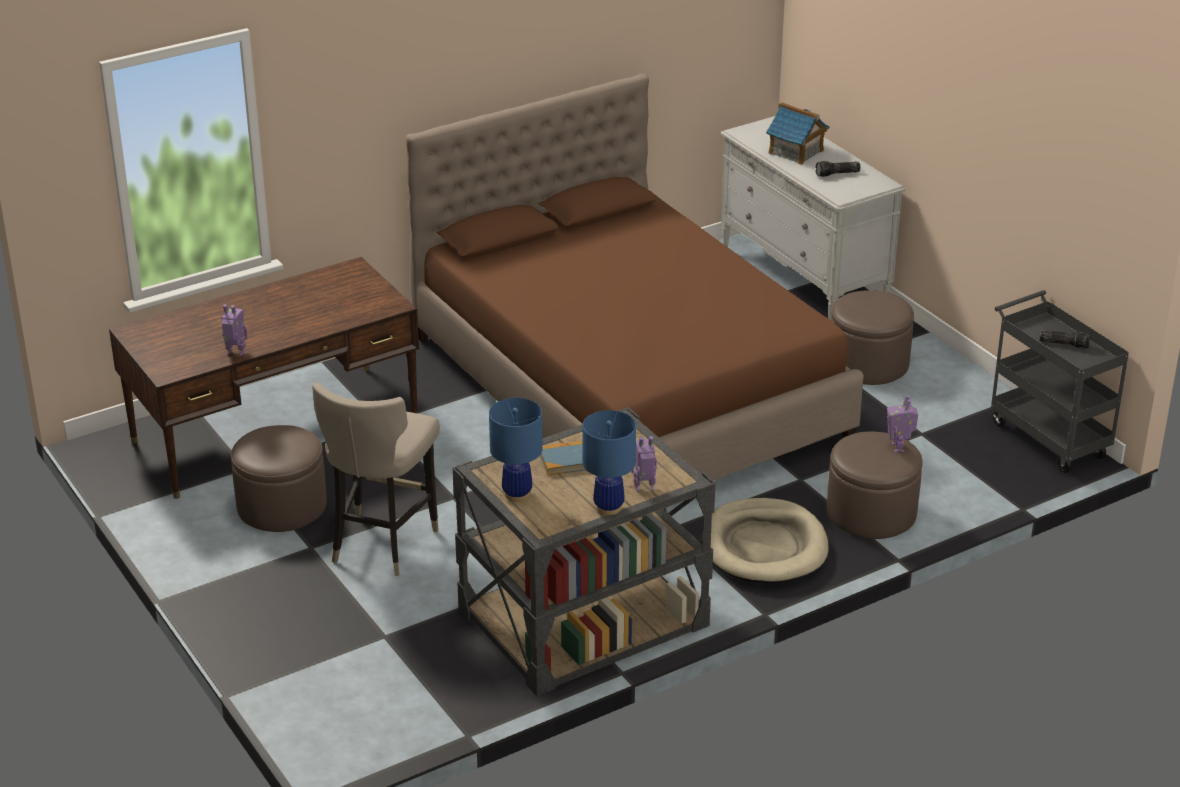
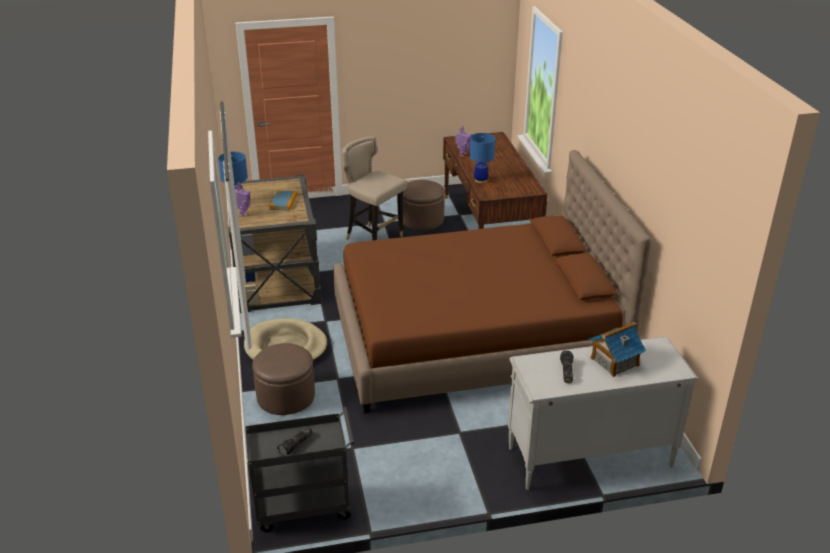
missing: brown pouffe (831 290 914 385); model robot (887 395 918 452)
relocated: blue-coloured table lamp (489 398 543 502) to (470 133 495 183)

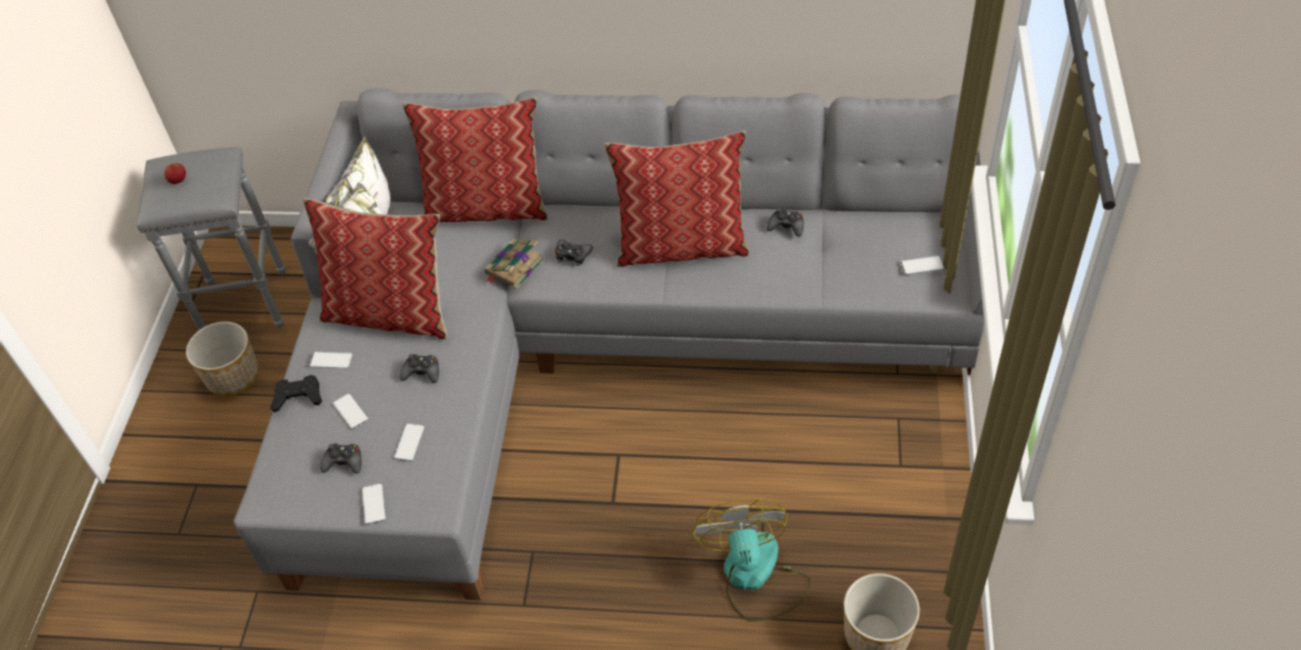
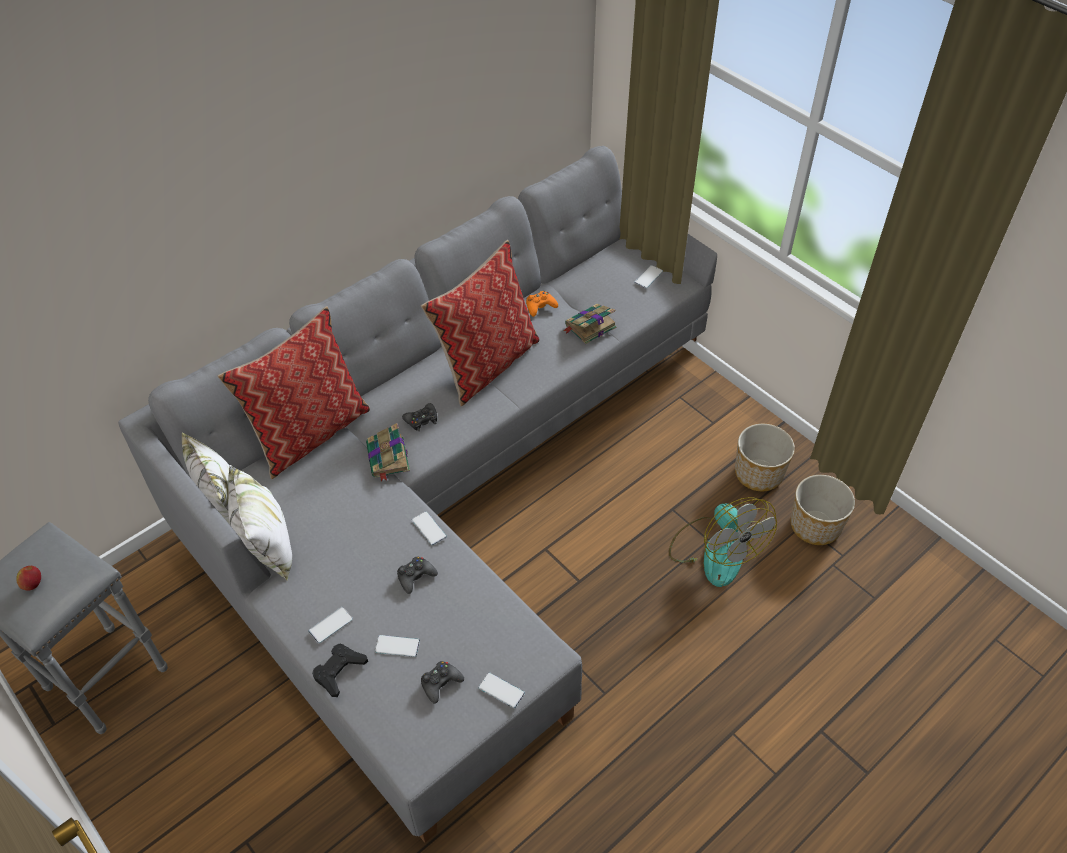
missing: cushion (303 198 448 340)
appeared: bound book (563 304 616 344)
relocated: handset (394 423 425 461) to (412 511 447 546); plant pot (186 322 259 396) to (735 424 795 491)
colour: black game controller (767 208 804 237) to orange-coloured game controller (526 291 558 317)
spun: cooling fan (692 498 813 622) = (669 497 777 587) 150 degrees counterclockwise

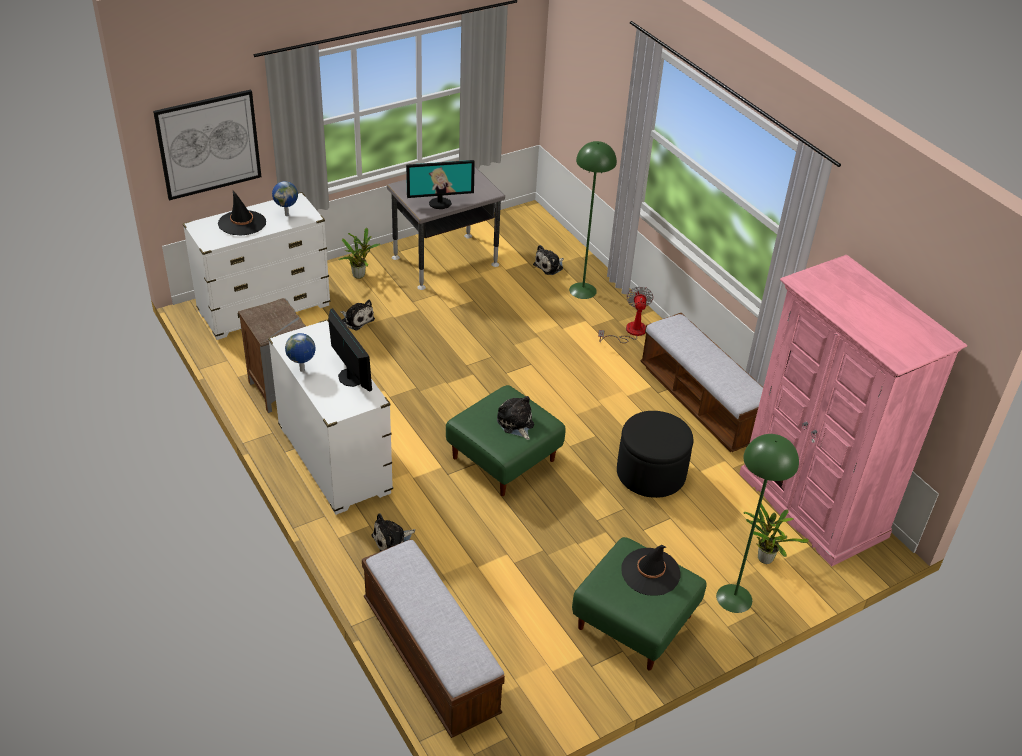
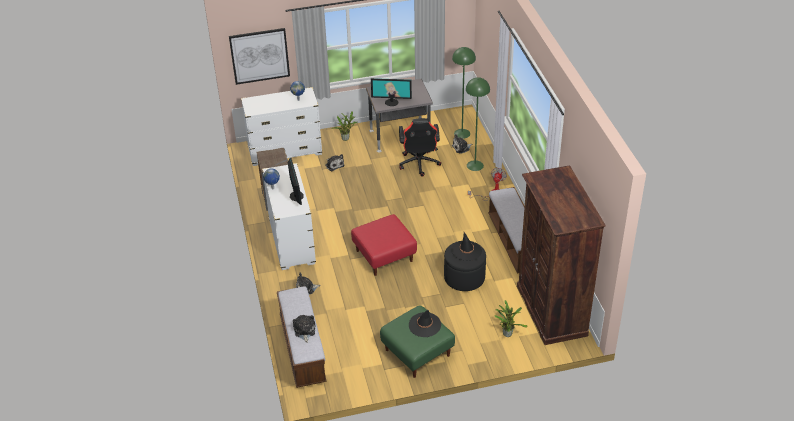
appeared: black computer chair (399 118 441 177)
relocated: cuddly toy (497 396 534 440) to (293 315 316 343); black wearable hat (218 191 266 236) to (451 232 482 261); green standing lamp (716 434 799 613) to (452 47 476 139)
colour: green pouffe (446 385 566 496) to red-coloured pouffe (351 214 417 276); pink-coloured wardrobe (739 255 967 567) to brown wardrobe (517 165 606 345)

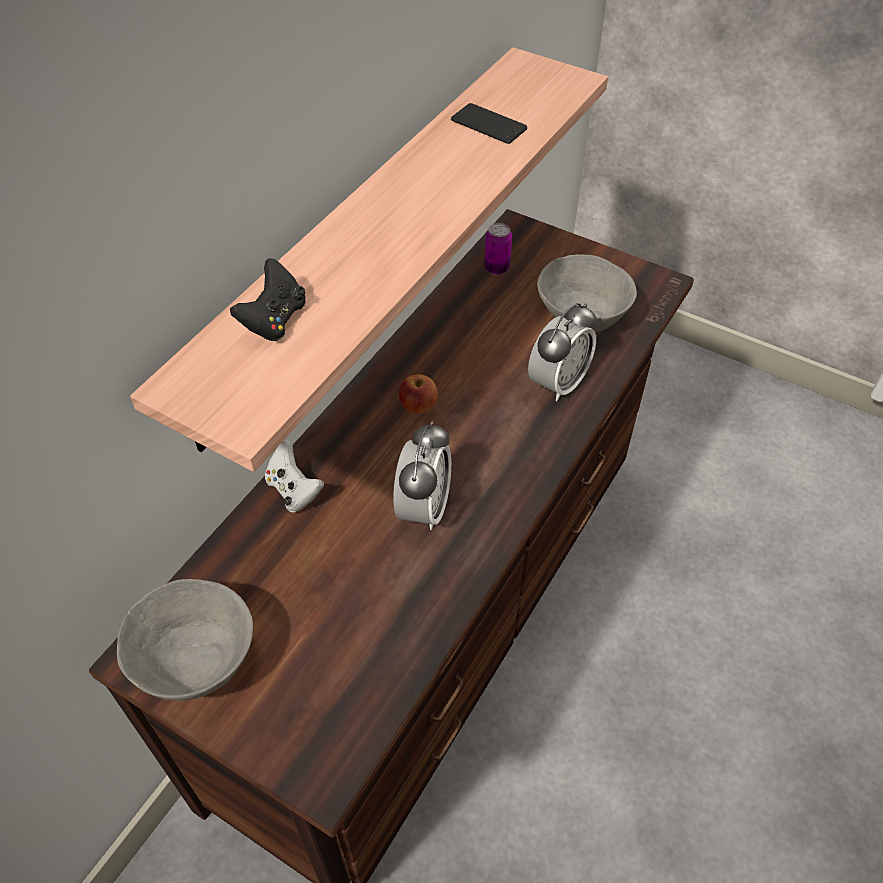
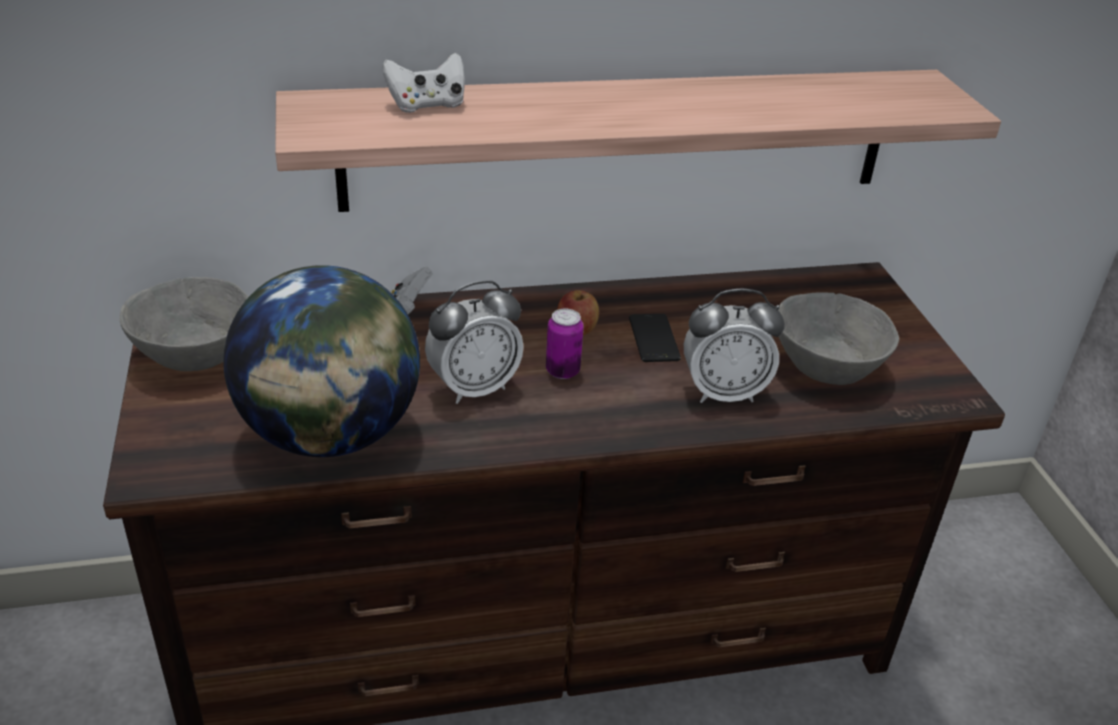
appeared: desk globe (223 265 420 457)
relocated: metal can (484 223 512 275) to (546 309 584 379); handset (451 103 527 144) to (629 314 681 362)
colour: black game controller (230 258 306 341) to whitish game controller (382 53 465 113)

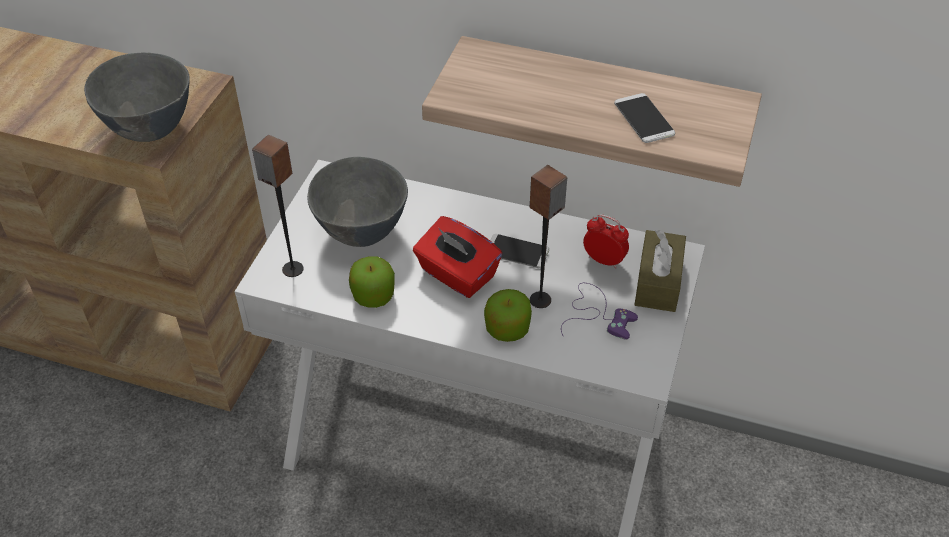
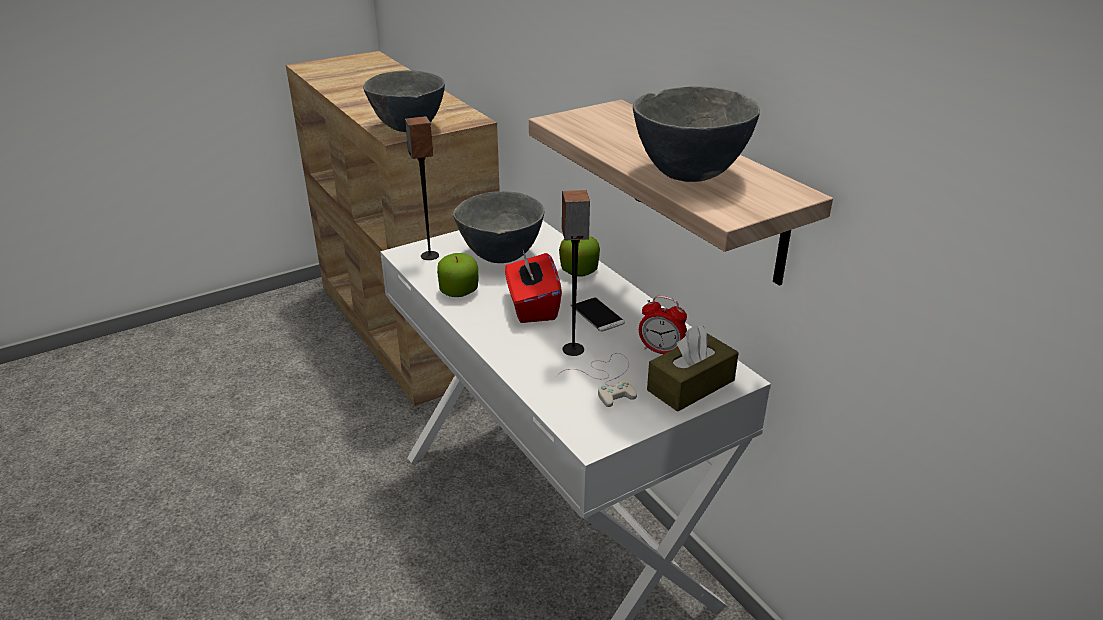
relocated: apple (484 289 532 342) to (559 236 600 277)
exchanged: handset (614 93 675 143) to gray serving bowl (633 86 760 182)
colour: purple game controller (561 283 638 340) to whitish game controller (556 353 637 407)
spun: bedside clock (583 214 629 269) = (639 296 687 354) 135 degrees clockwise

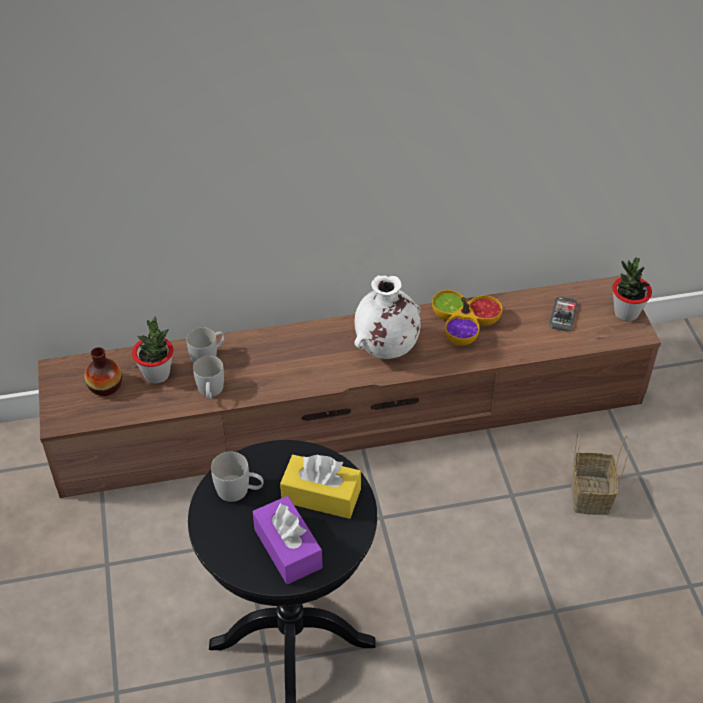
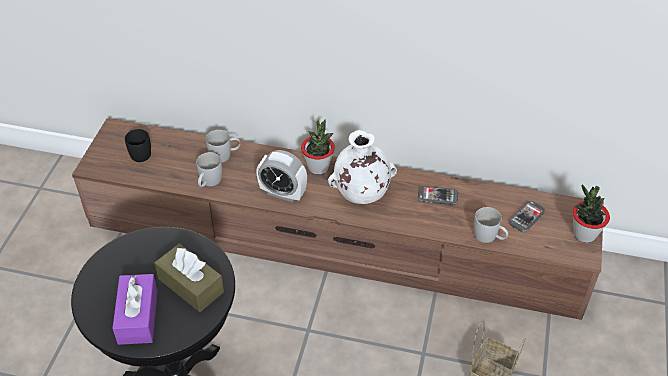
appeared: bedside clock (256 150 307 202)
relocated: potted plant (132 317 173 384) to (301 120 335 174); whitish coffee mug (211 452 264 502) to (474 207 508 243)
exchanged: vase (85 347 122 396) to black coffee mug (125 129 151 162); serving bowl (432 290 502 346) to handset (418 186 458 205)
colour: yellowish box of tissues (280 455 361 519) to brown box of tissues (155 244 224 312)

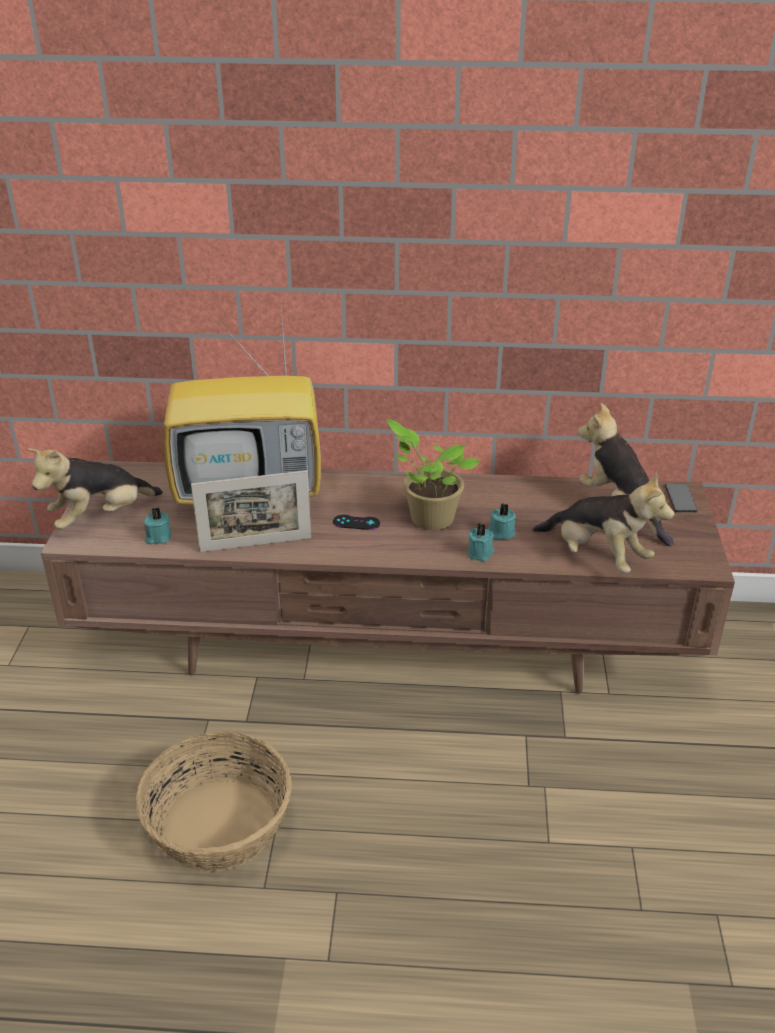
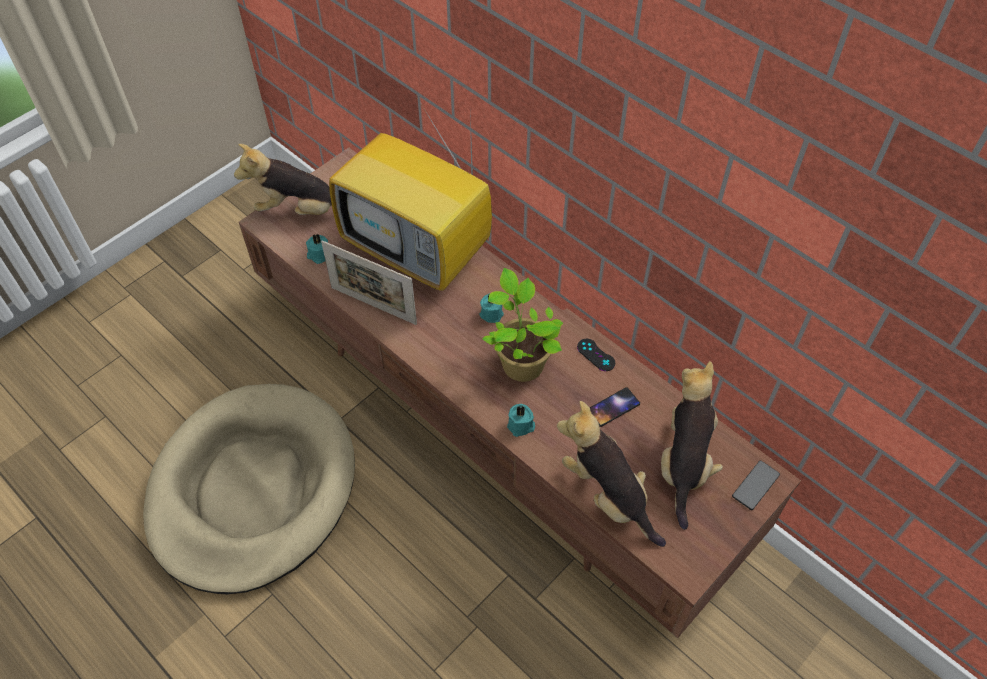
appeared: handset (590 387 640 427)
relocated: turquoise-coloured wax light (487 503 516 539) to (479 293 504 323); black game controller (333 515 380 530) to (577 339 615 371)
exchanged: storage basket (136 731 292 872) to beige-coloured pet bed (143 384 355 594)
spun: cuddly toy (532 472 674 573) = (557 401 666 547) 150 degrees clockwise

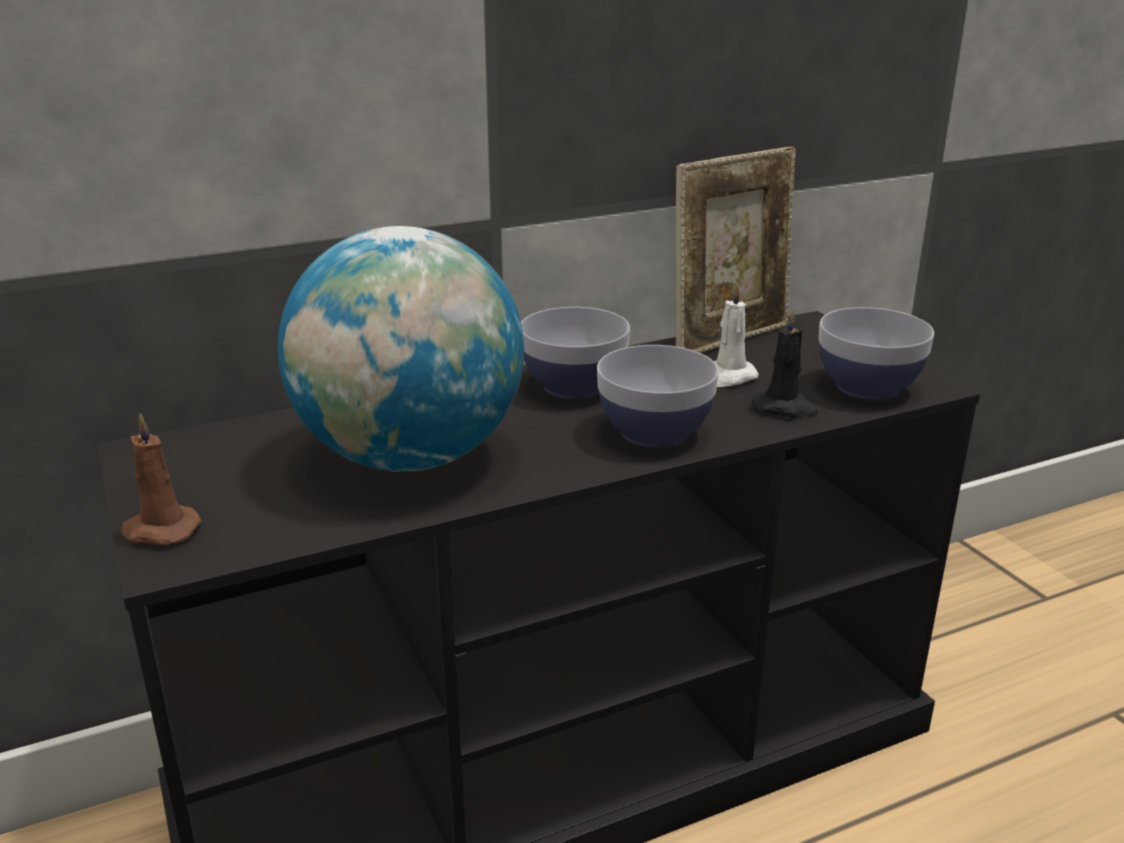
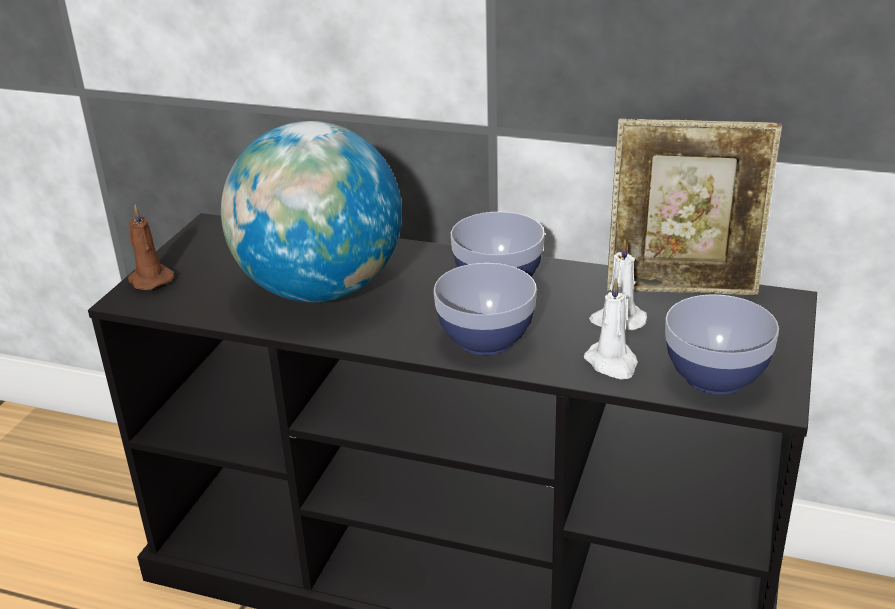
colour: black wax light (752 308 818 417) to whitish wax light (584 278 638 380)

